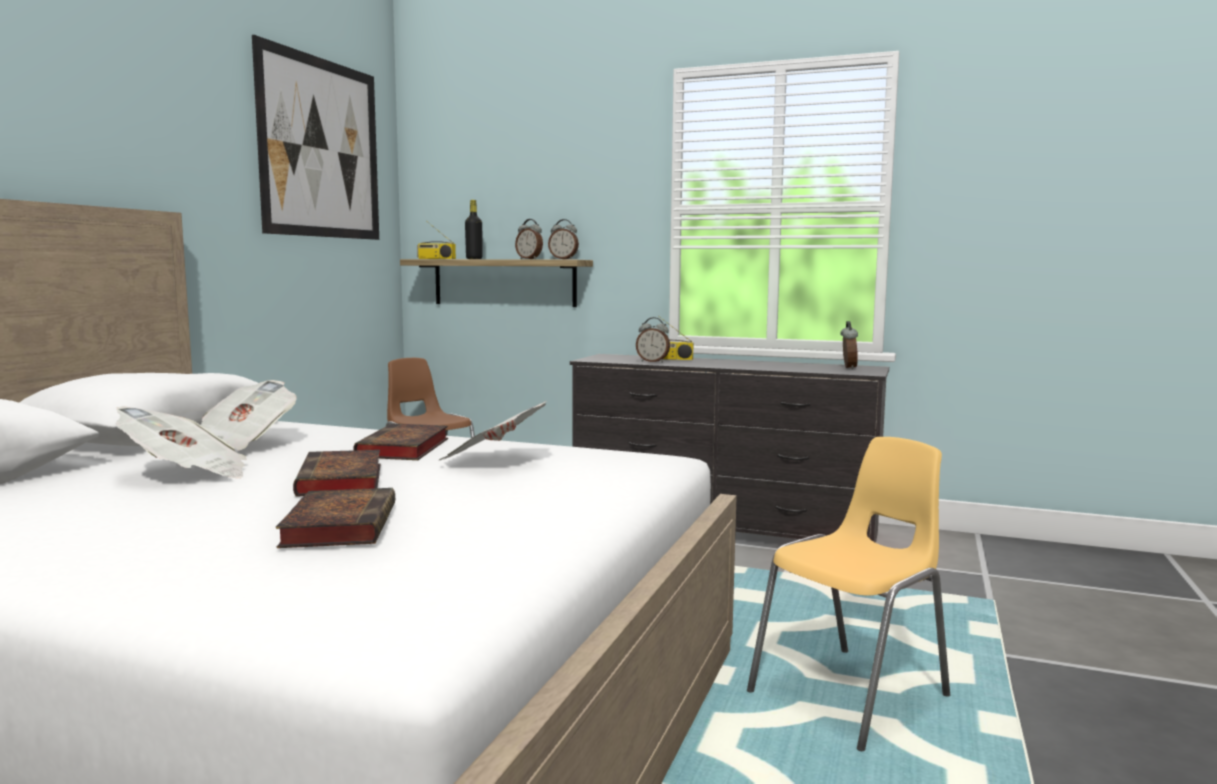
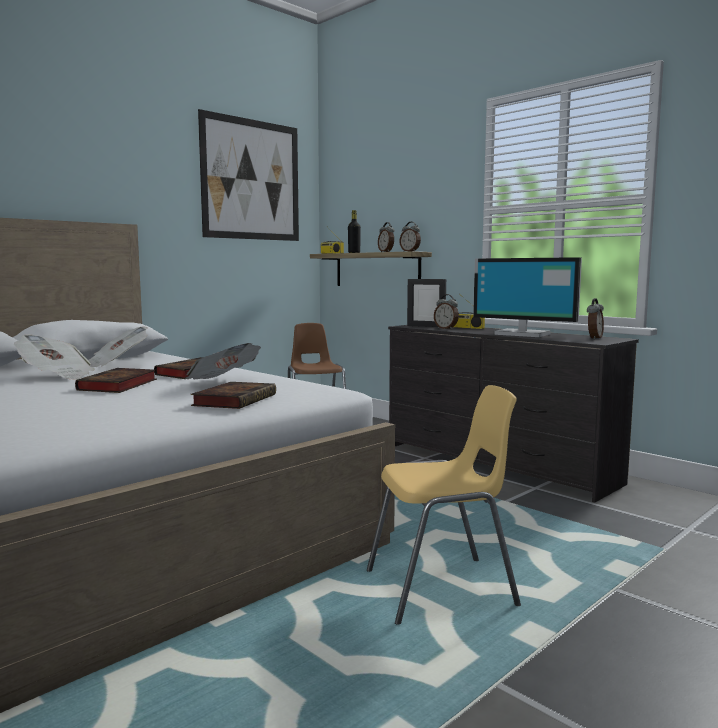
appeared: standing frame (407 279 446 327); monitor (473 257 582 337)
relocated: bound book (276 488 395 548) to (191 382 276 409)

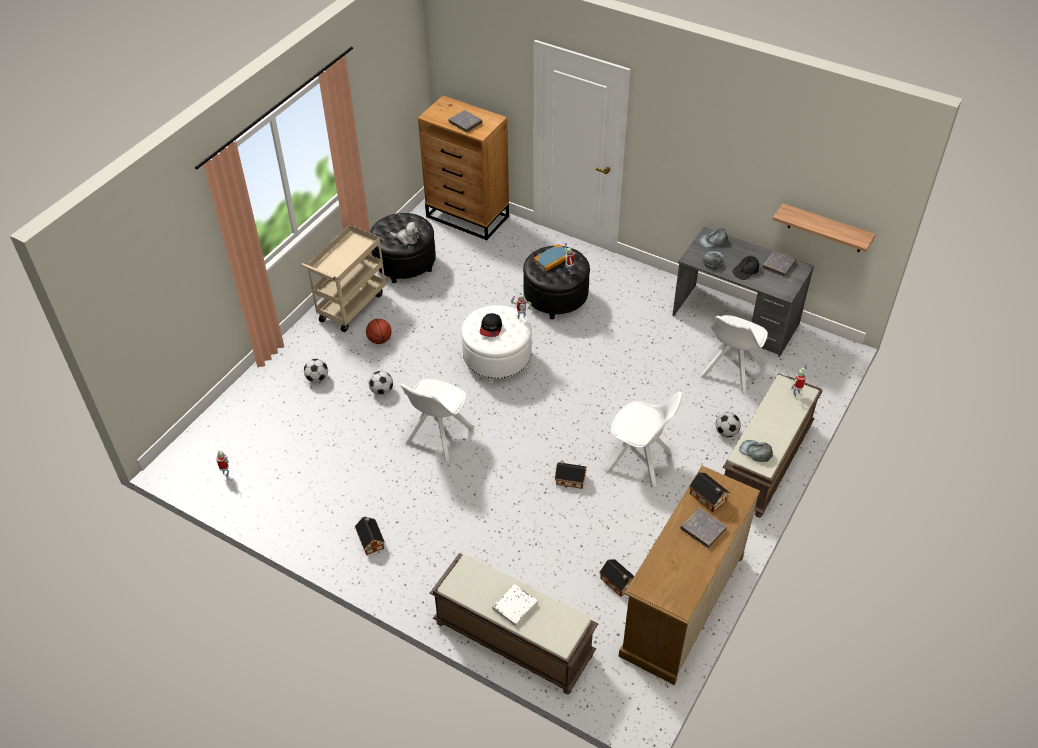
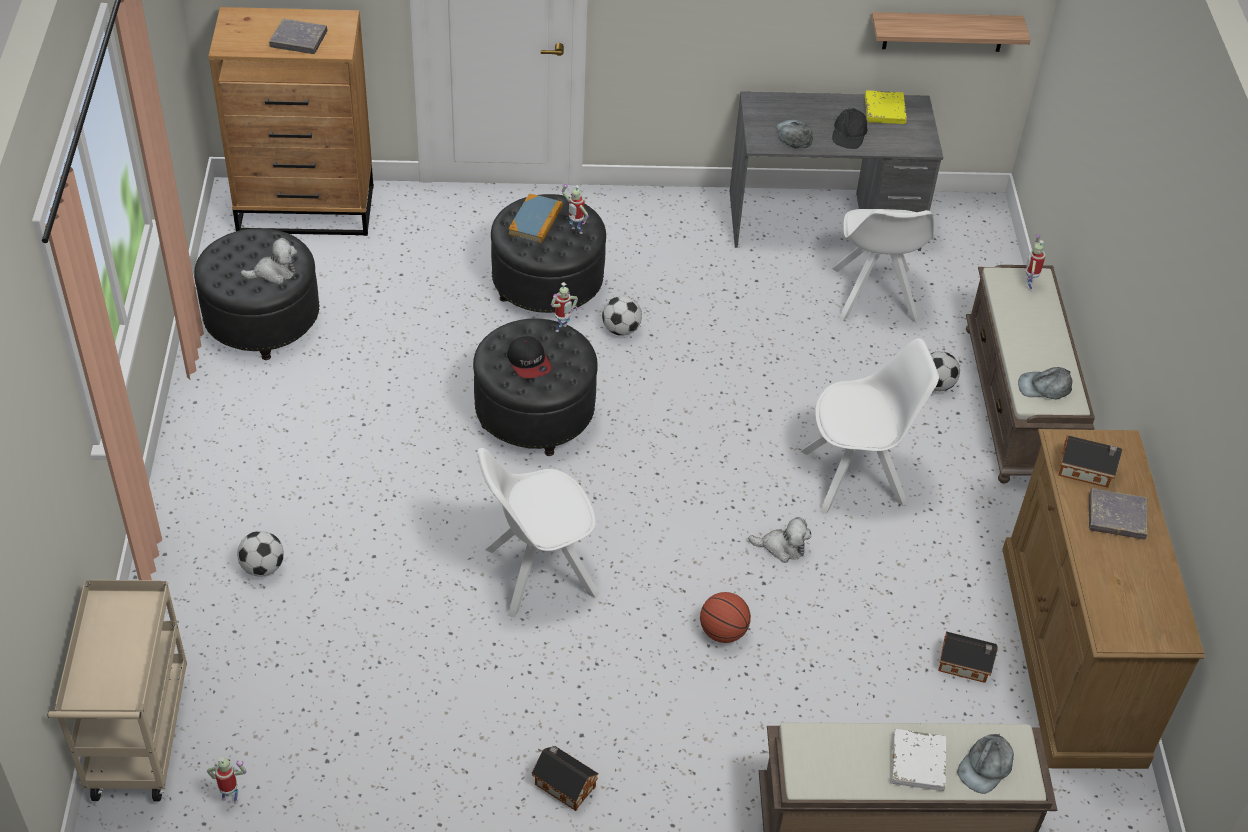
relocated: beige-coloured wheeled cart (301 225 386 332) to (48 580 187 801); ball for football (369 371 393 395) to (602 296 642 336); basketball (366 319 392 344) to (700 592 751 643); gray cap (699 228 728 248) to (957 734 1014 794)
exchanged: model house (555 461 587 489) to cuddly toy (748 517 811 563)
colour: whitish pouffe (461 305 532 384) to black pouffe (473 319 598 456); gray bound book (763 250 796 276) to yellowish bound book (865 90 907 124)
spun: whitish chair (400 379 474 462) = (478 448 600 617) 75 degrees clockwise

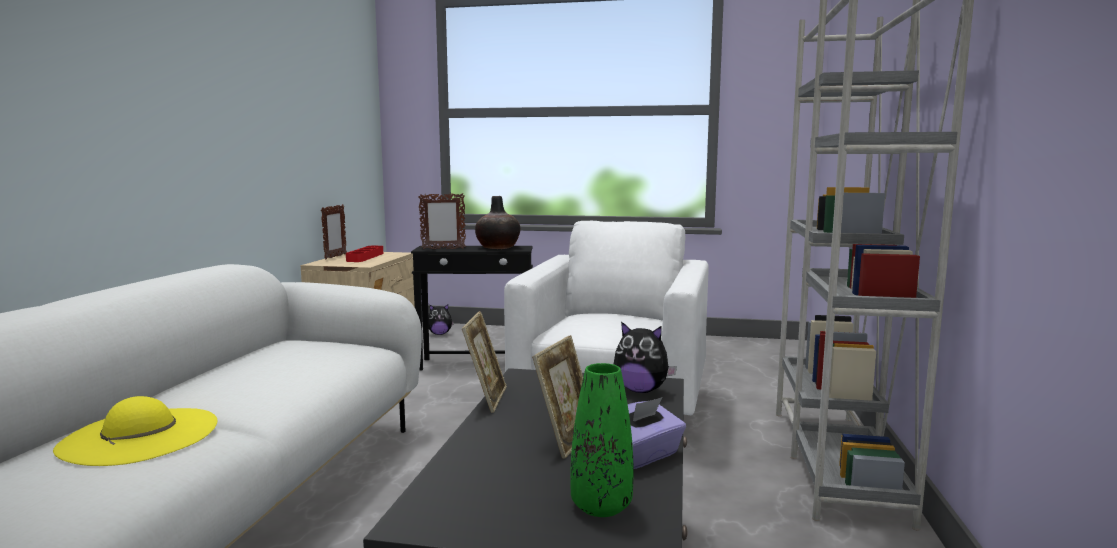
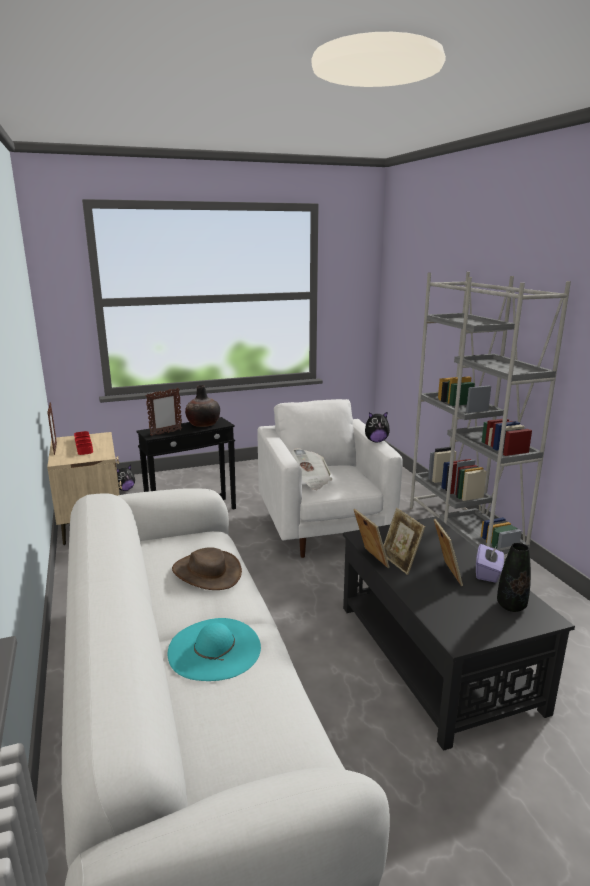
appeared: brown wearable hat (172 547 242 590); newspaper (291 448 332 490); standing frame (383 508 425 575)
relocated: cuddly toy (614 321 677 393) to (365 412 390 442)
colour: yellowish wearable hat (53 396 217 466) to turquoise-coloured wearable hat (167 618 261 681); green vase (570 363 634 517) to black vase (497 543 531 612)

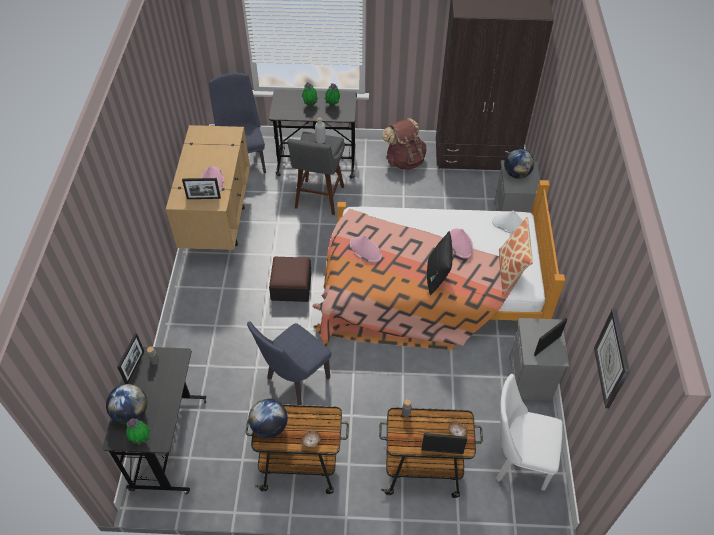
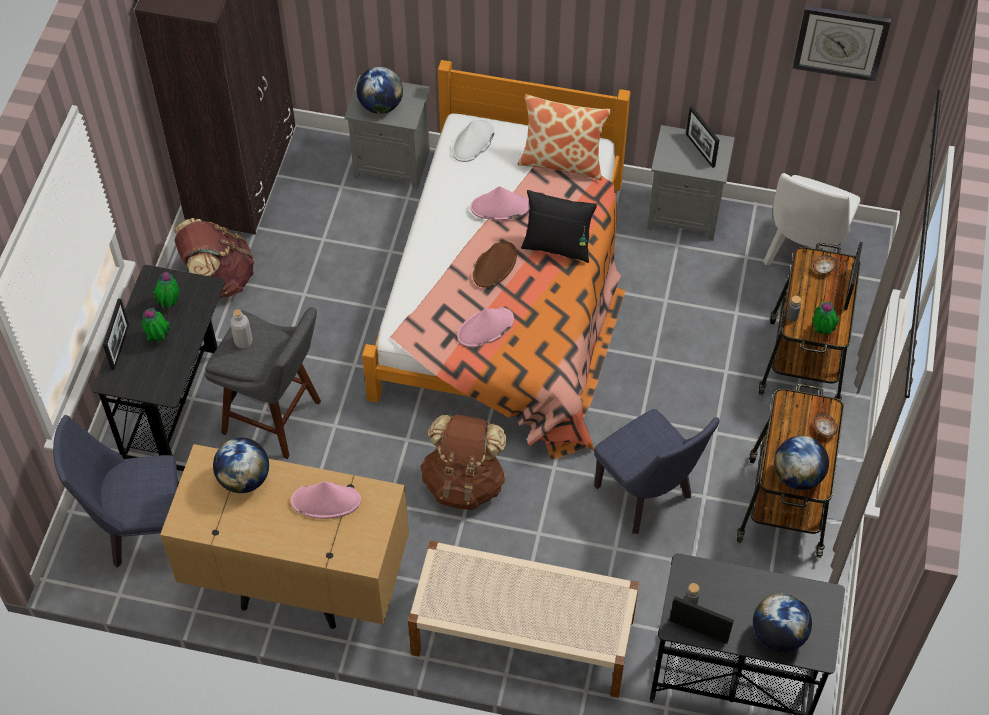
appeared: desk globe (213 438 269 493); beige-coloured bench (408 541 640 698); brown wearable hat (473 242 517 288)
relocated: standing frame (182 178 221 199) to (103 298 129 370); potted plant (126 418 151 445) to (813 301 840 336)
exchanged: pouffe (269 257 312 302) to brown backpack (421 415 506 510)

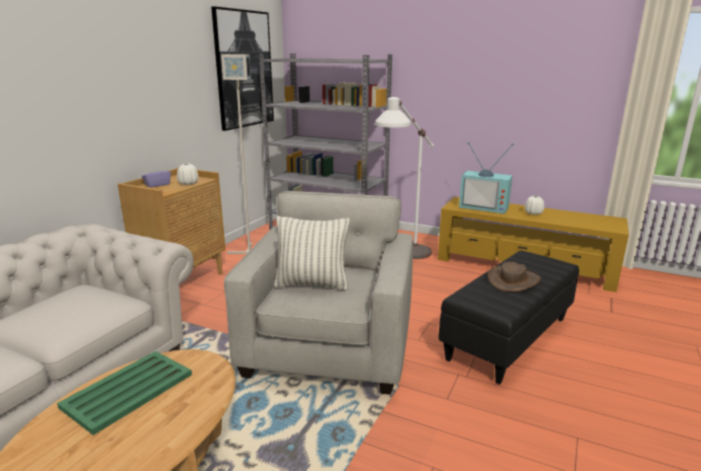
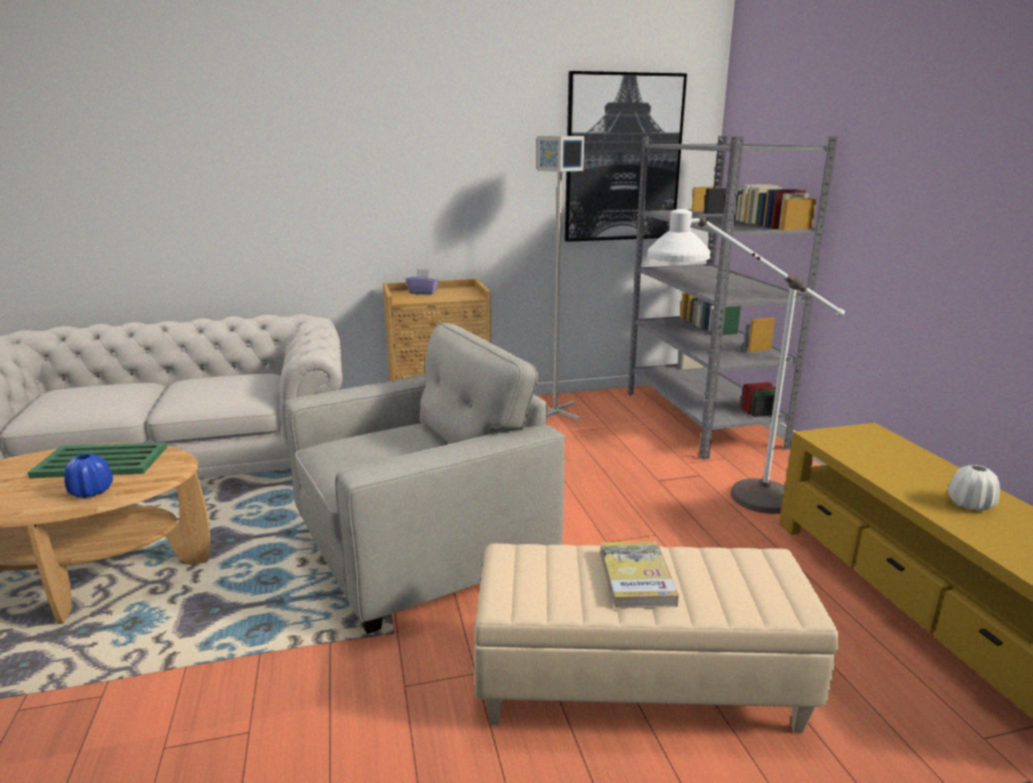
missing: whitish vase (177 163 199 185); cushion (274 216 350 290); television (459 142 514 214)
appeared: blue-coloured vase (65 454 113 498)
exchanged: brown wearable hat (488 262 541 292) to bound book (600 541 679 608)
colour: black pouffe (438 250 579 385) to beige-coloured pouffe (474 544 839 733)

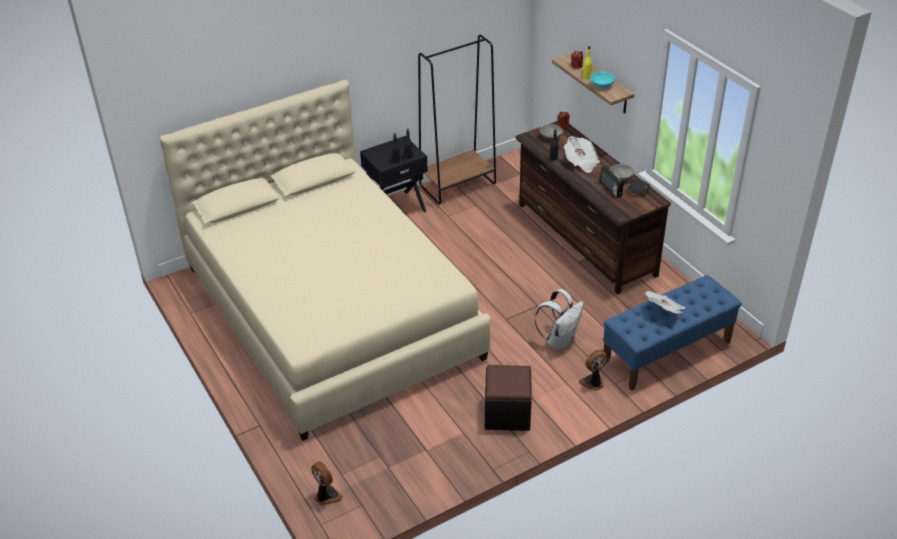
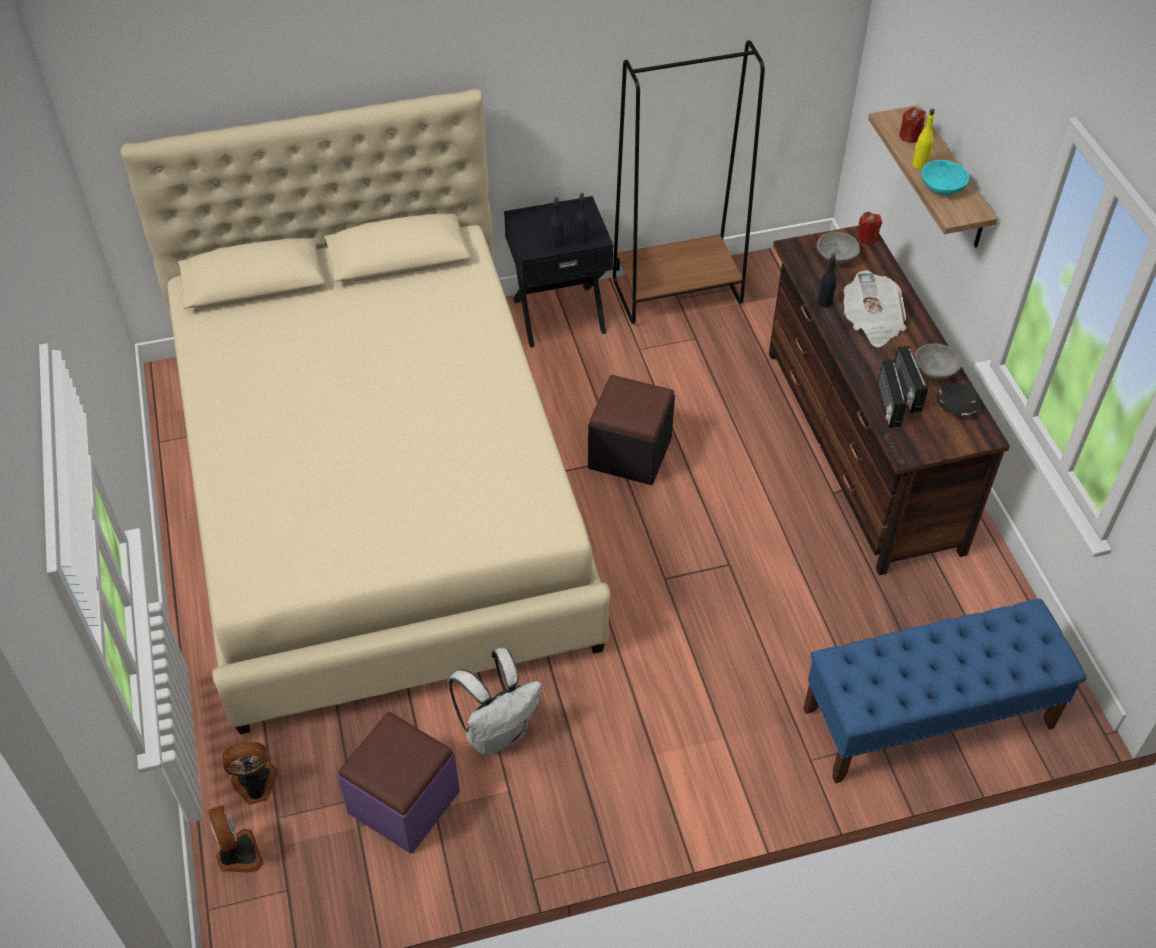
missing: newspaper (645 291 685 314)
appeared: purple pouffe (338 712 460 853); radio (877 360 907 428)
relocated: cooling fan (579 349 608 391) to (222 742 278 805); whitish backpack (534 289 584 350) to (449 648 542 755); black pouffe (485 365 532 431) to (588 375 675 485)

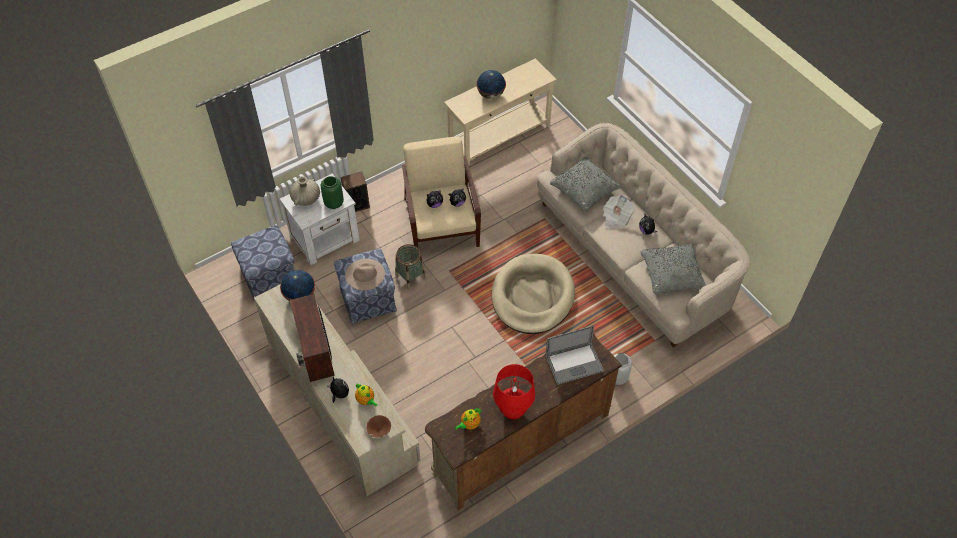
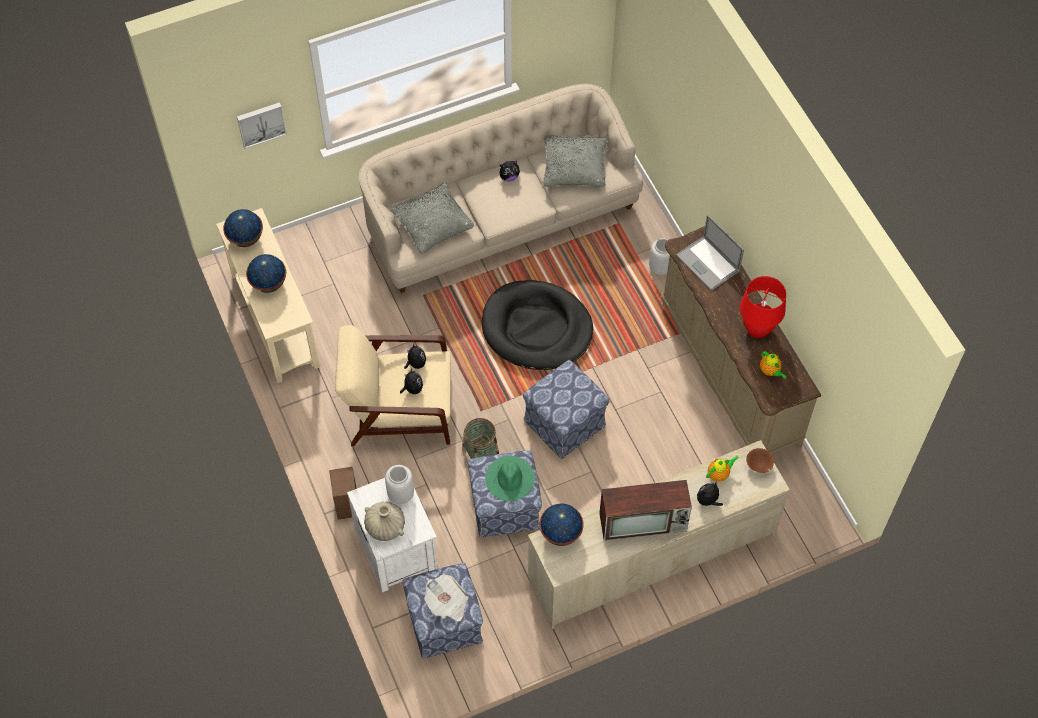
appeared: desk globe (223 209 263 247); wall picture (237 102 287 149); pouffe (523 360 610 459)
relocated: newspaper (603 195 635 229) to (424 575 469 621)
colour: green vase (321 176 344 209) to gray vase (385 465 414 504); beige-coloured pet bed (492 254 575 334) to black pet bed (482 280 593 370); beige-coloured wearable hat (345 259 385 290) to green wearable hat (485 456 535 501)
spun: notebook computer (546 325 604 385) = (676 215 744 291) 150 degrees clockwise

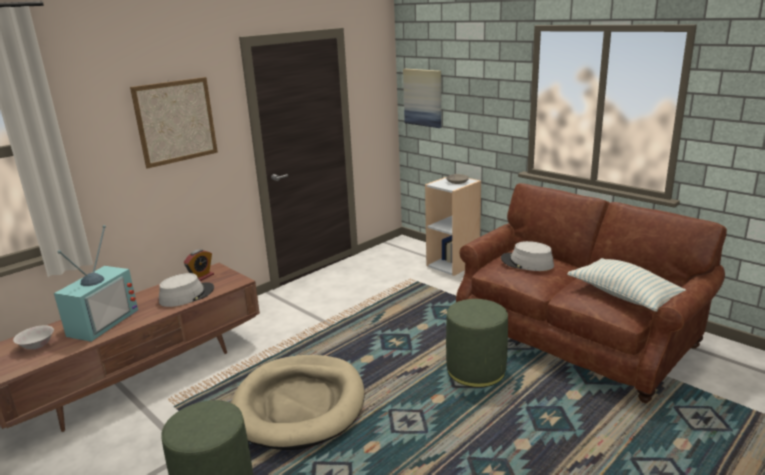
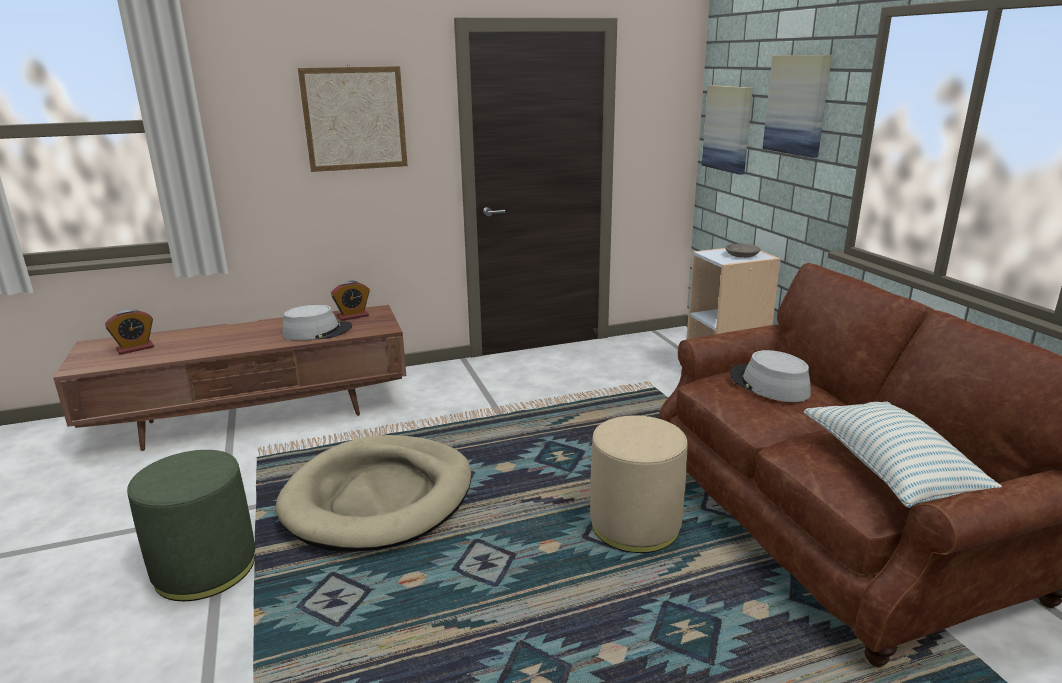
missing: television (54 225 138 342)
appeared: wall picture (763 55 832 158)
exchanged: whitish serving bowl (13 325 54 350) to bedside clock (105 309 154 355)
colour: green pouffe (446 299 508 387) to beige-coloured pouffe (590 416 688 553)

